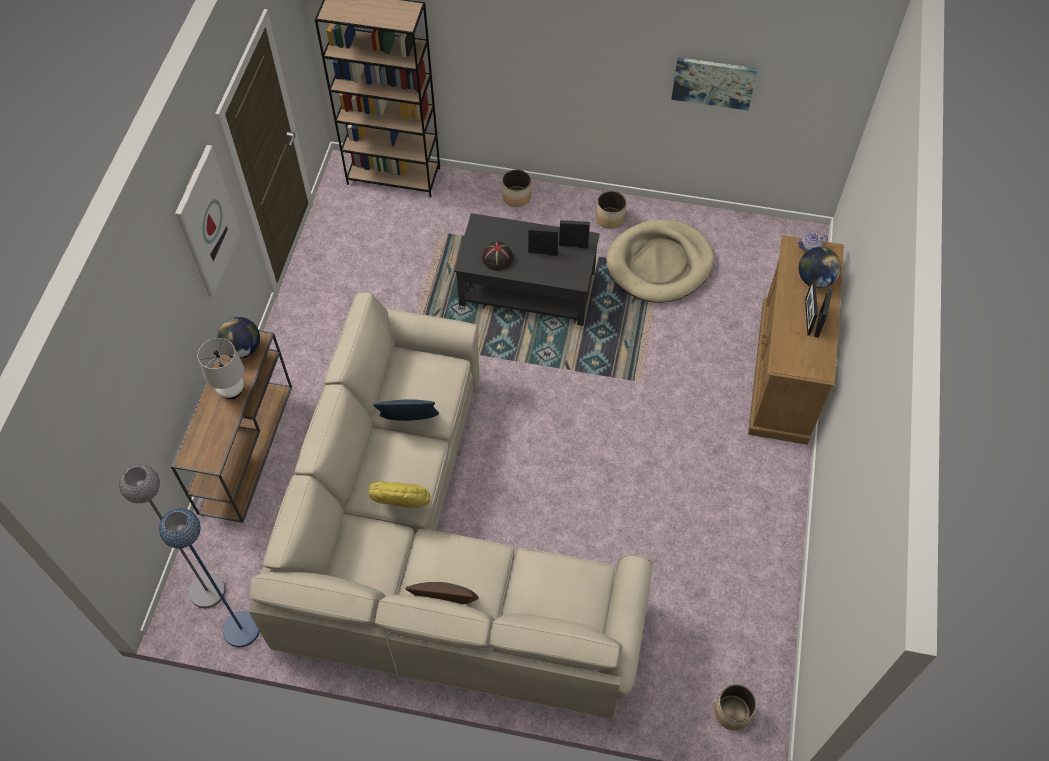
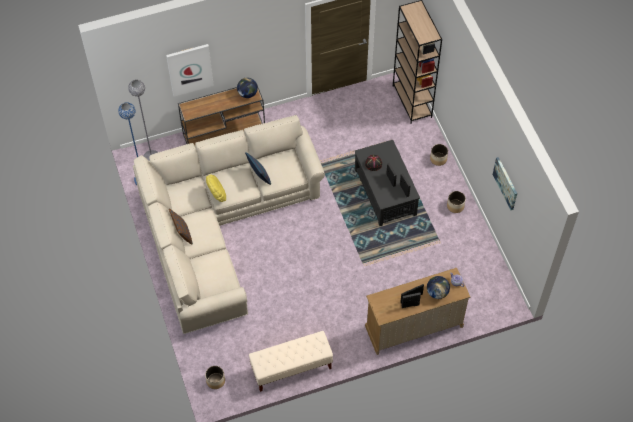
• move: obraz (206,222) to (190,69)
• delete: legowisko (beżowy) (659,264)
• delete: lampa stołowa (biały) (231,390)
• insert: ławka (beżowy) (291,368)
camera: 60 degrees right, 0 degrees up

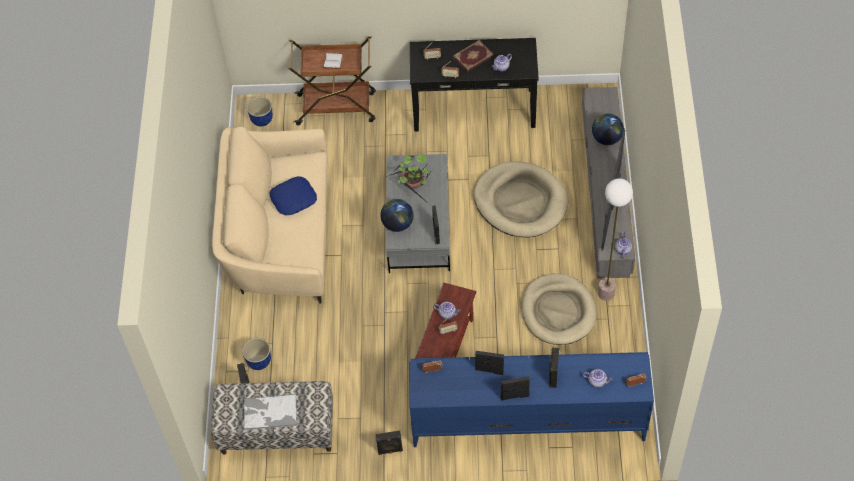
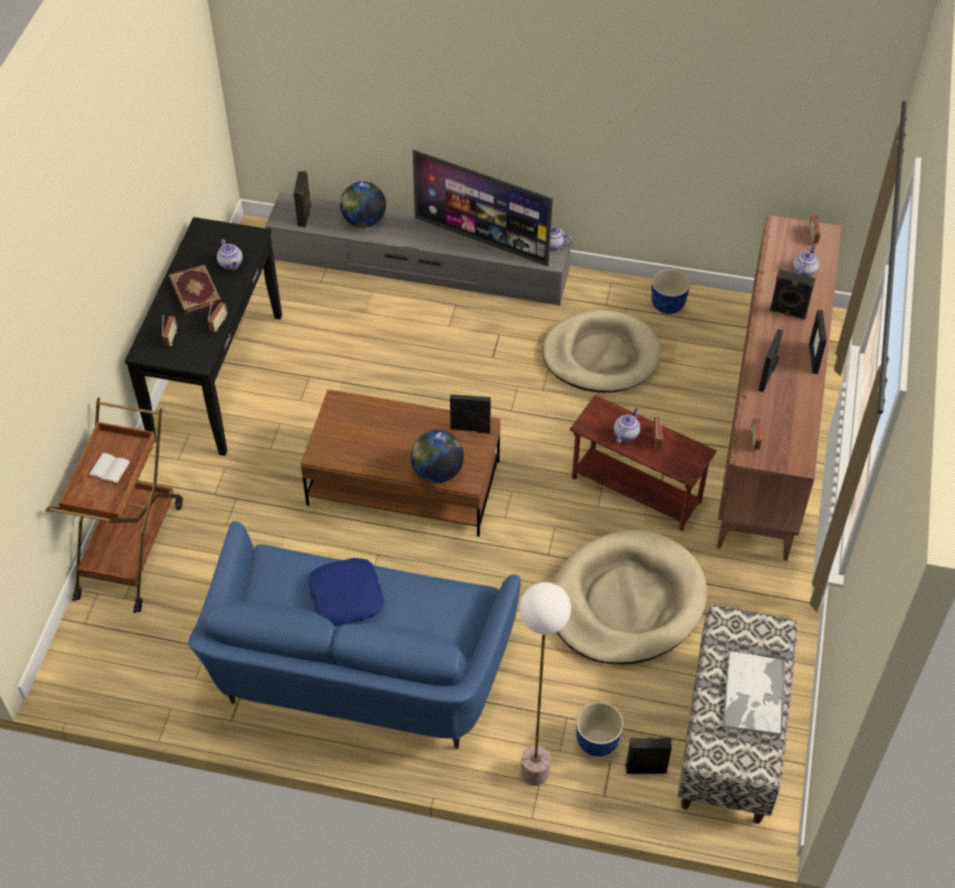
• move: donica (262,120) to (667,305)
• recolor: kanapa (beżowy) (279,236) to kanapa (niebieski) (359,674)
• recolor: ława (szary) (418,225) to ława (brązowy) (403,483)
• delete: roślina doniczkowa (414,185)
• move: legowisko (beżowy) (520,202) to (626,602)
• move: lampa stojąca (605,293) to (534,773)
• recolor: szafka (niebieski) (527,423) to szafka (brązowy) (770,425)
• move: głośnik (czarny) (390,450) to (305,215)
camera: 80 degrees left, 5 degrees down

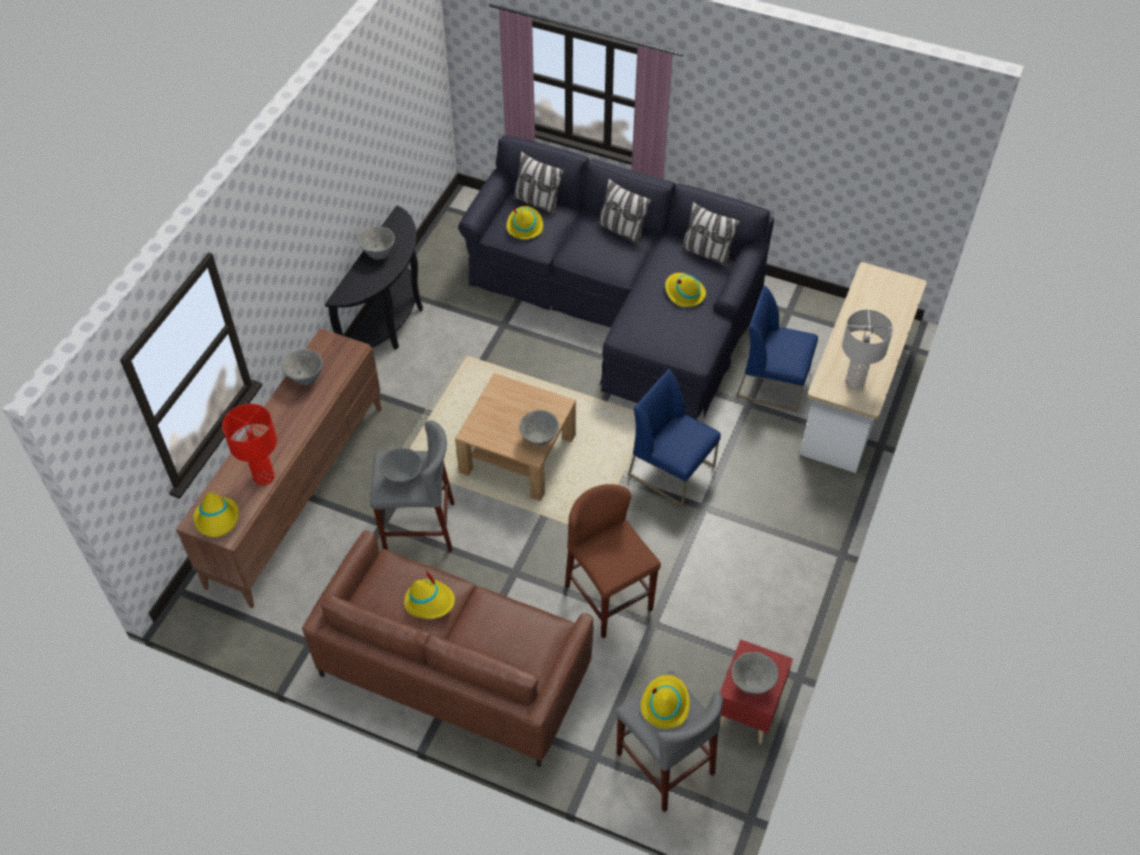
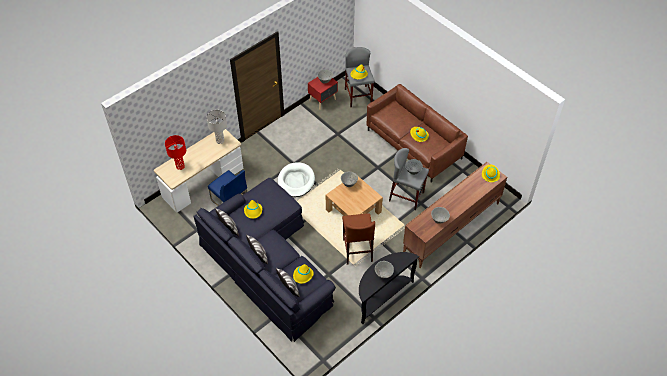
• replace: krzesło (niebieski) (672,470) to legowisko (biały) (296,181)
• move: lampa stołowa (czerwony) (264,477) to (180,166)
• move: stołek (brązowy) (609,598) to (357,250)
camera: 155 degrees left, 0 degrees up

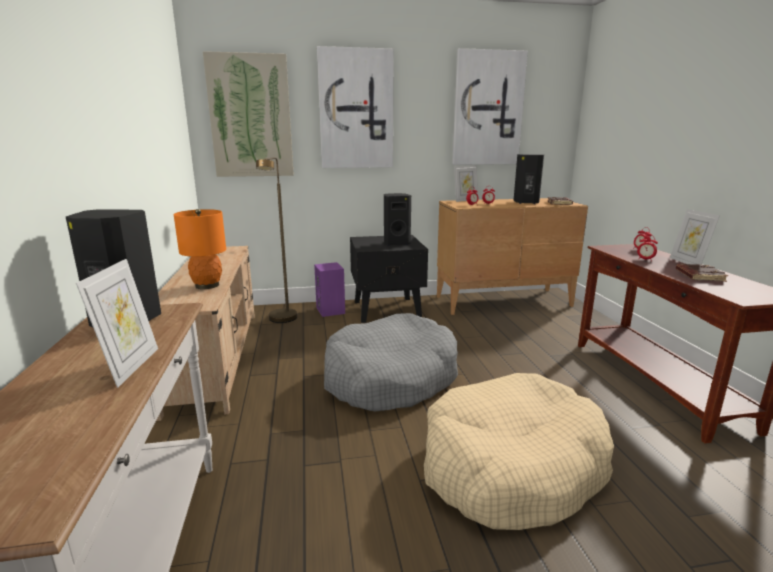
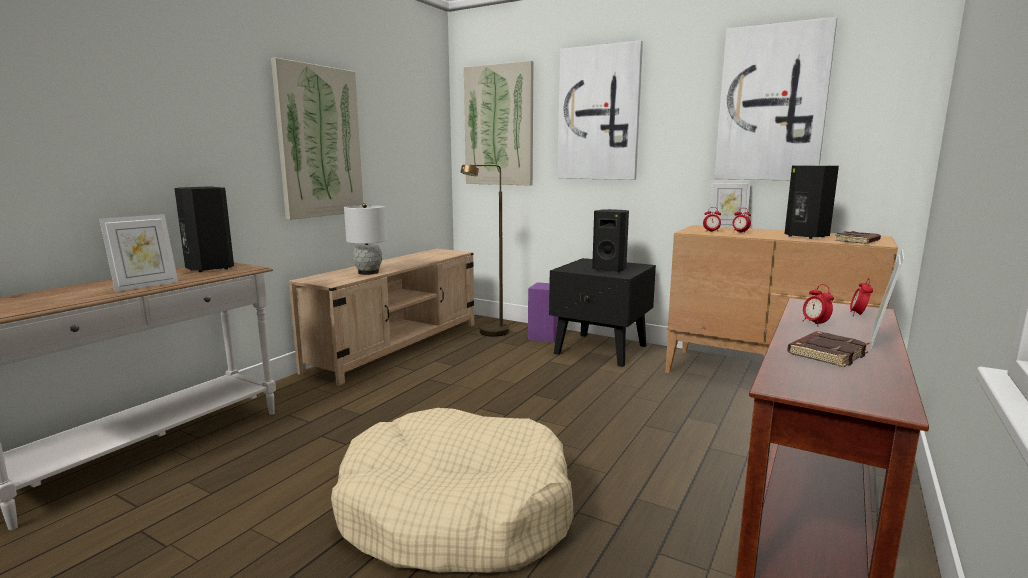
• recolor: lampa stołowa (pomarańczowy) (207,285) to lampa stołowa (biały) (368,272)
• delete: legowisko (szary) (390,378)
• insert: obraz (319,142)
camera: 40 degrees right, 5 degrees down

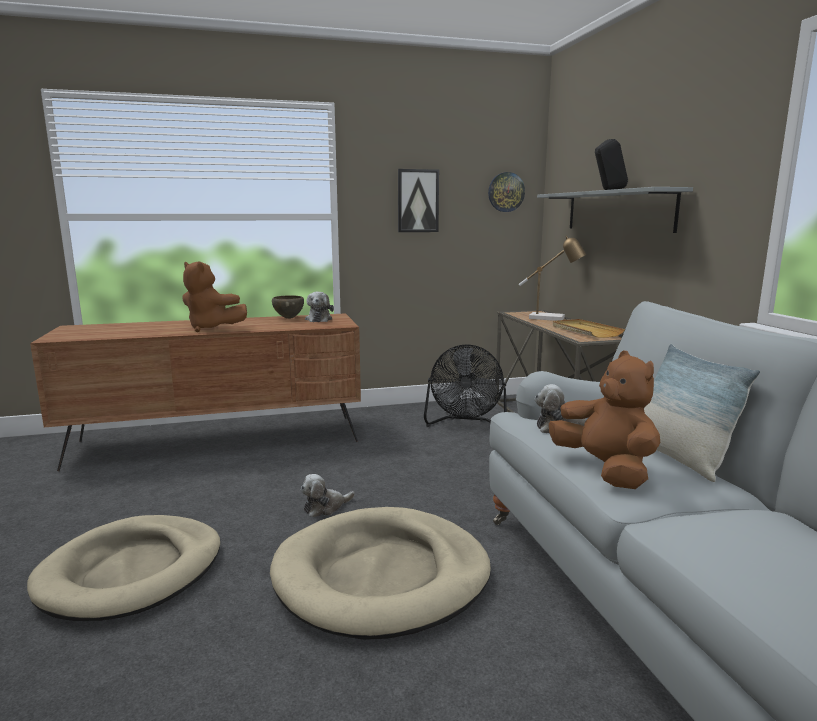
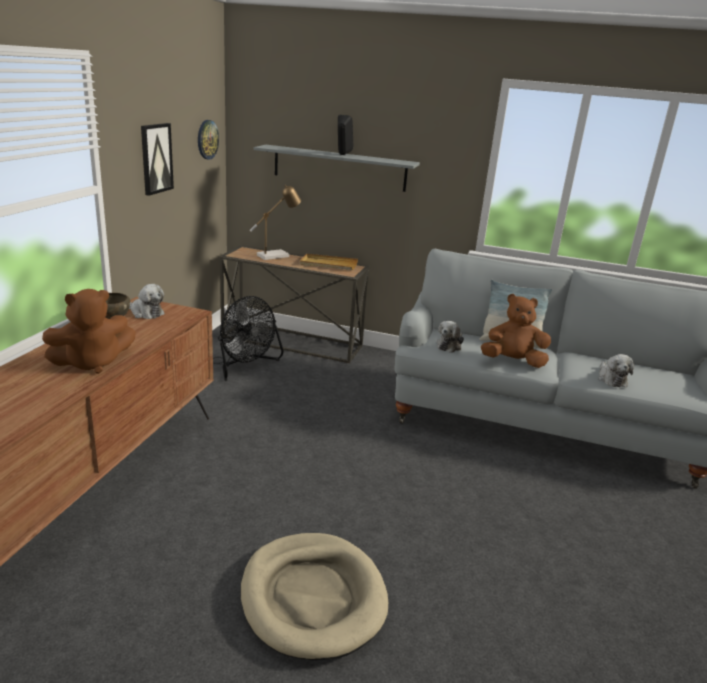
• move: pluszak (325,507) to (611,379)
• delete: legowisko (beżowy) (382,576)
camera: 60 degrees left, 10 degrees up

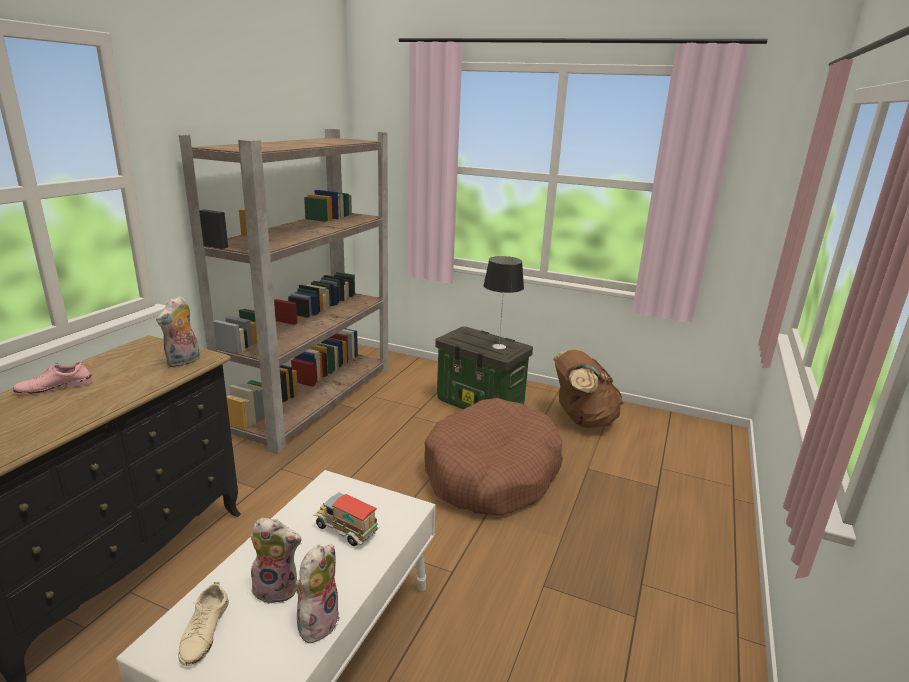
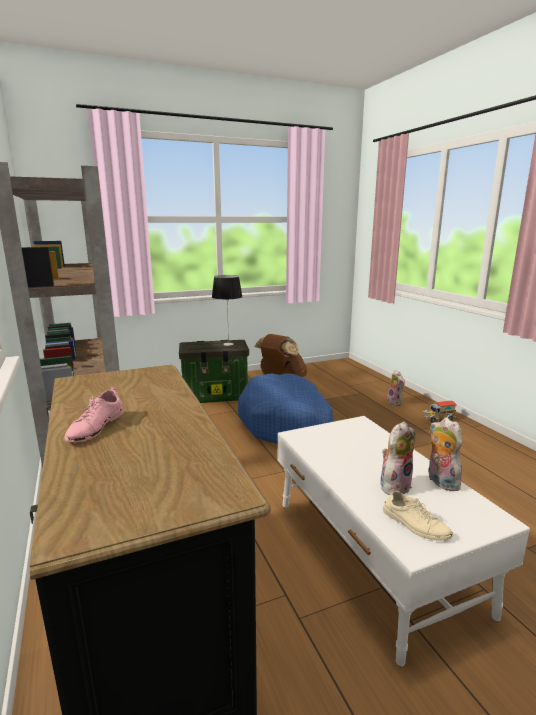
• move: pluszak (184,362) to (395,403)
• recolor: legowisko (brązowy) (492,473) to legowisko (niebieski) (286,422)
• move: ciężarówka zabawkowa (346,531) to (438,419)
camera: 45 degrees left, 5 degrees down

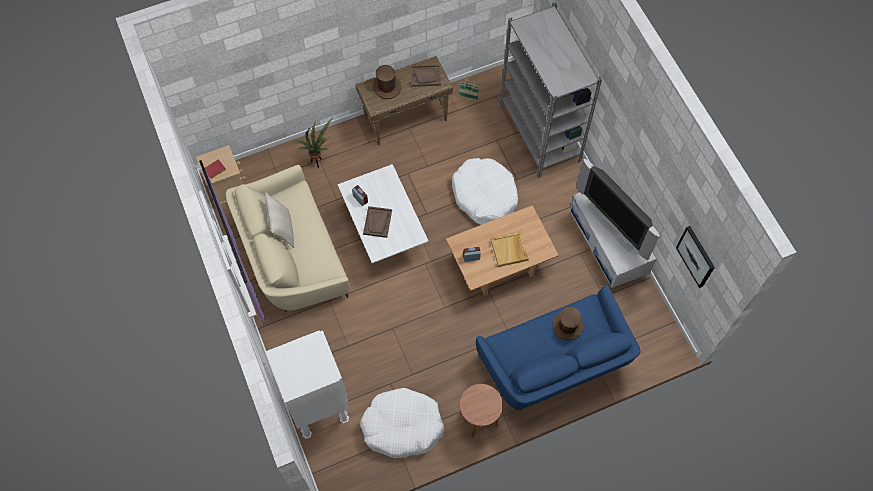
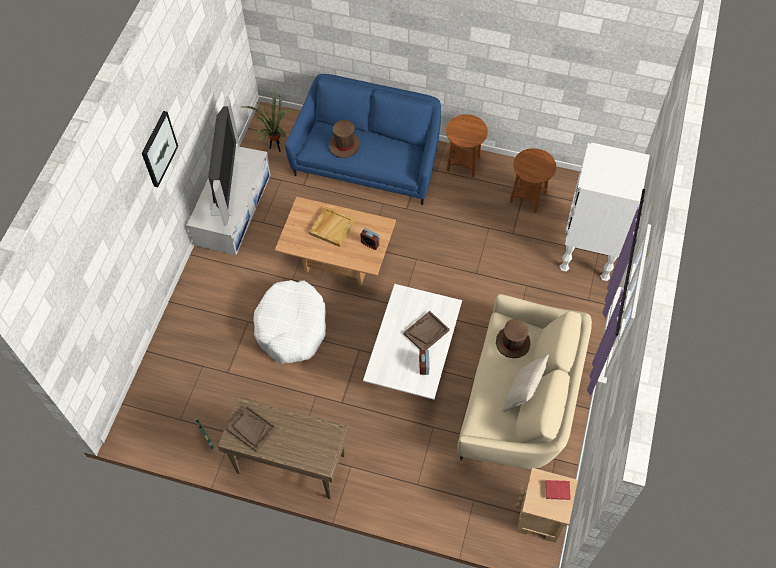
• delete: regał (szary) (539,133)
• move: kapelusz (brązowy) (387,87) to (512,343)
• move: roślina doniczkowa (317,162) to (275,147)
• move: obraz (696,256) to (158,149)
• replace: legowisko (biały) (402,426) to stolik (brązowy) (528,198)
camera: 140 degrees left, 5 degrees down

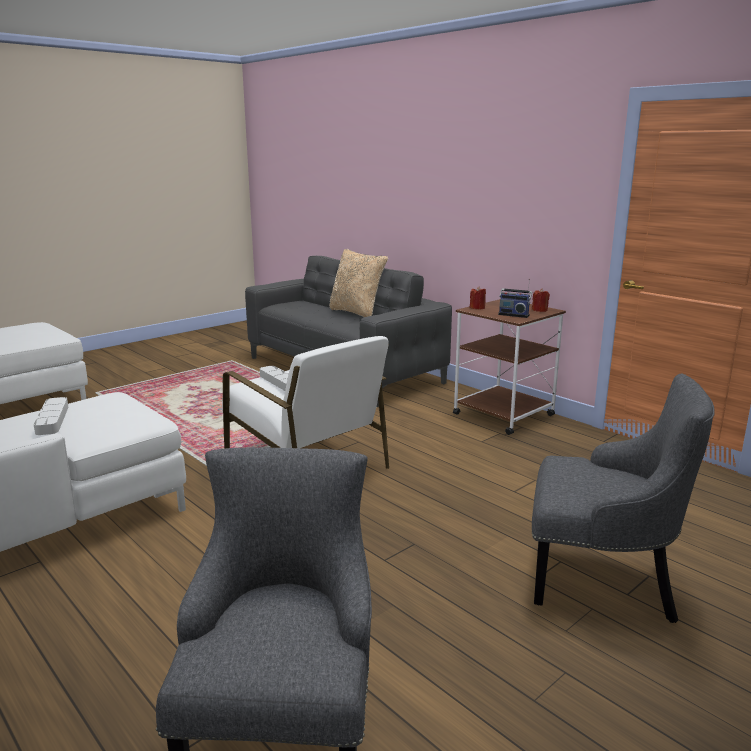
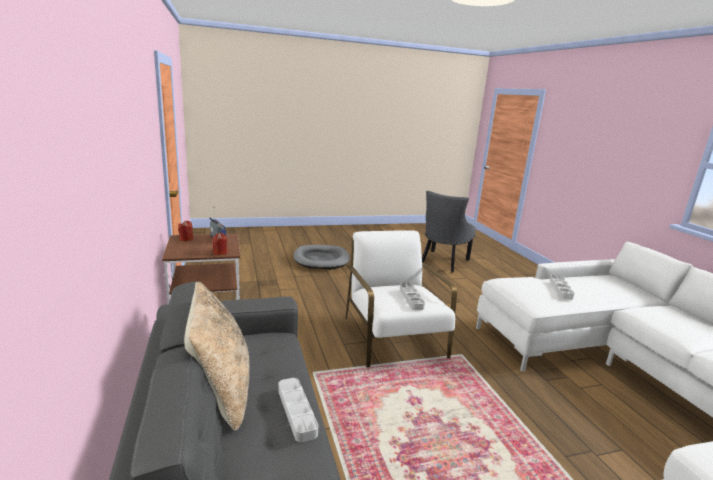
• replace: fotel (szary) (599,581) to legowisko (szary) (321,259)
• insert: taca (szary) (297,411)
camera: 155 degrees left, 0 degrees up

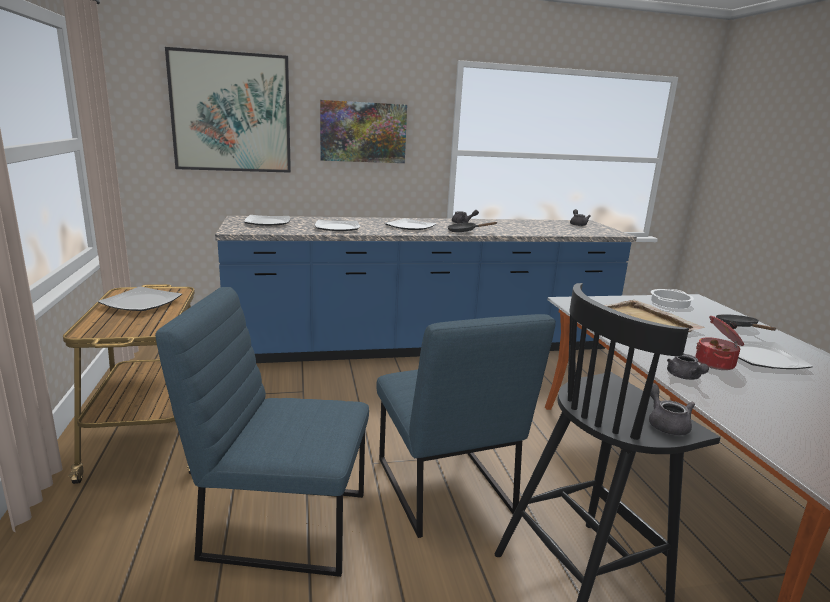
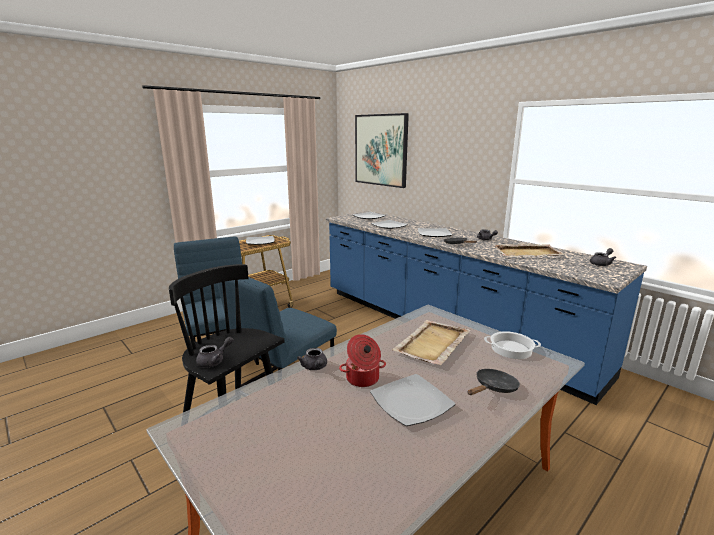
• delete: obraz (363,132)
• rotate: imbryk (szary) (684,377) = (315,367) 75 degrees counterclockwise
• insert: taca (beżowy) (528,253)
camera: 60 degrees right, 0 degrees up

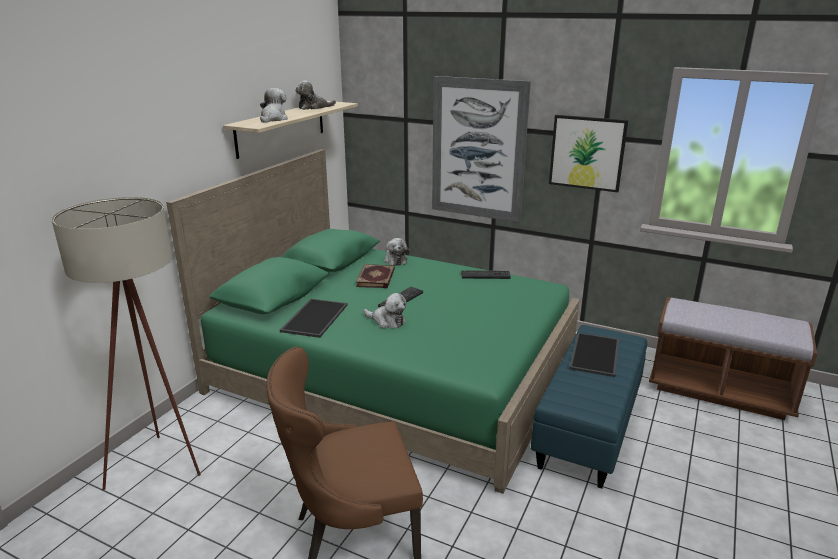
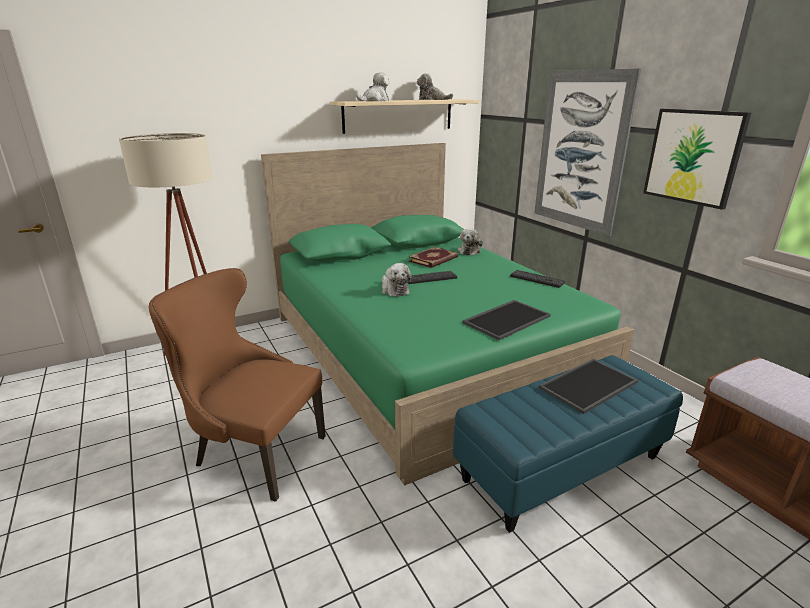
• move: taca (314,317) to (506,319)
camera: 35 degrees right, 0 degrees up

